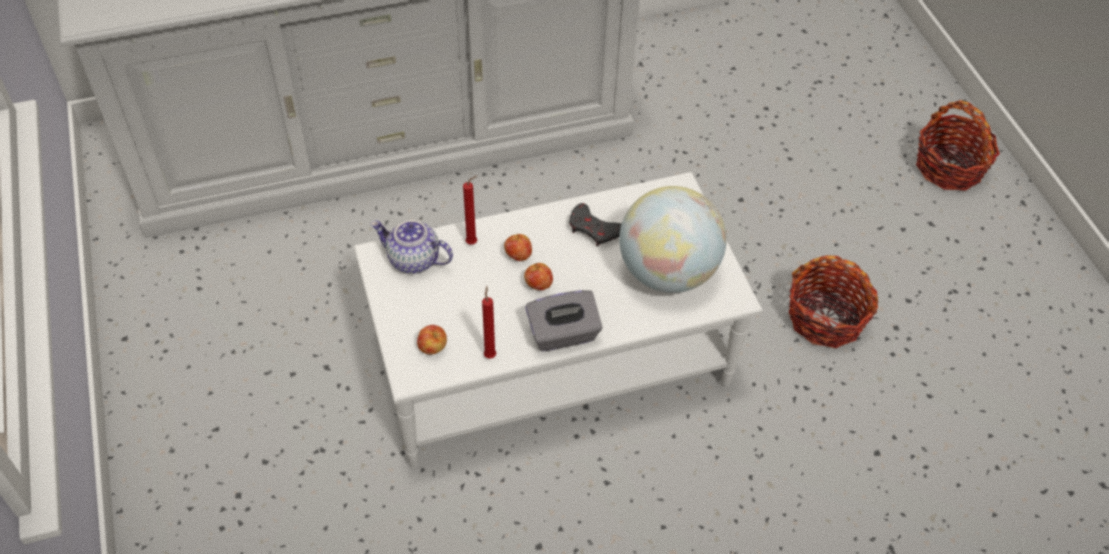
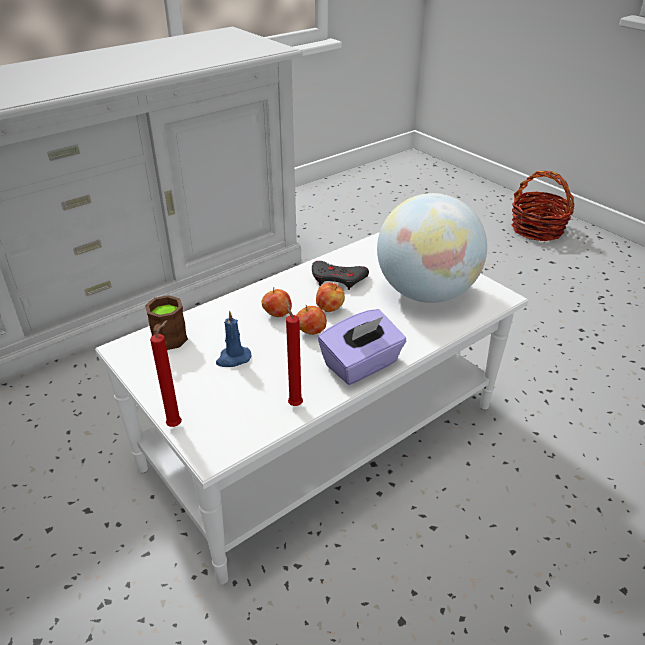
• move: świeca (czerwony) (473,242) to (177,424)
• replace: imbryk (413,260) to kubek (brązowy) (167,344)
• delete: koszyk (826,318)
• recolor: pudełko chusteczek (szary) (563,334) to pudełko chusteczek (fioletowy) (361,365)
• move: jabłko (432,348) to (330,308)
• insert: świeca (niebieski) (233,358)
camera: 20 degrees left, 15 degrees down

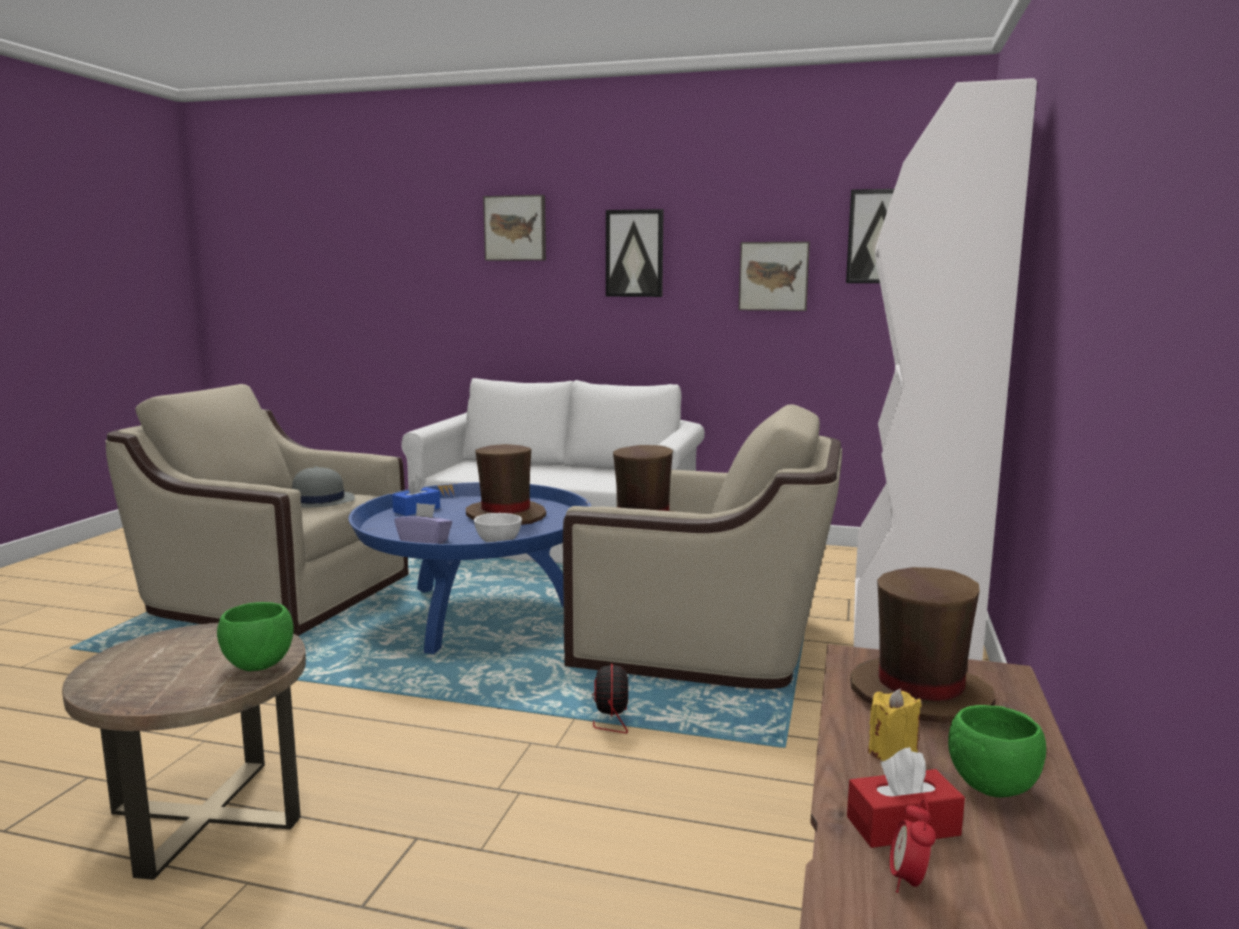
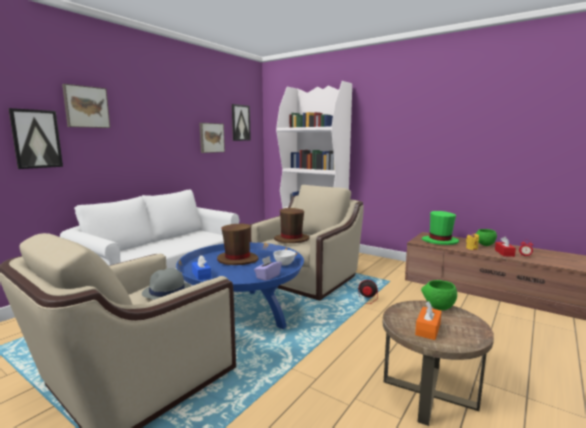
• move: obraz (634,253) to (36,139)
• recolor: kapelusz (brązowy) (920,694) to kapelusz (zielony) (439,241)
• insert: pudełko chusteczek (pomarańczowy) (428,329)
camera: 70 degrees left, 0 degrees up

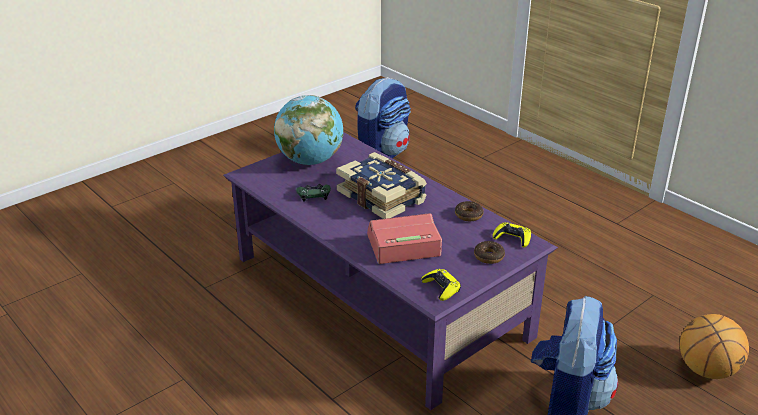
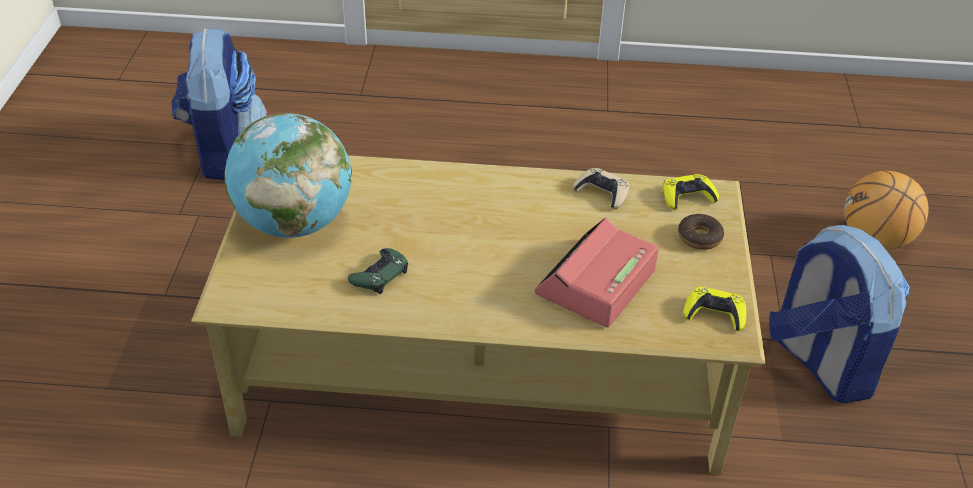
• recolor: ława (fioletowy) (376,296) to ława (beżowy) (480,368)
• delete: książka (382,197)
• replace: donut (468,215) to pad do gier (beżowy) (602,193)
camera: 45 degrees left, 10 degrees up

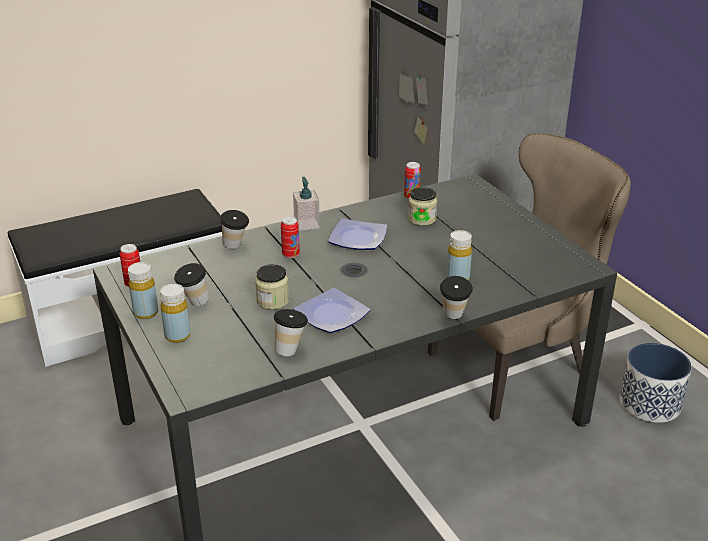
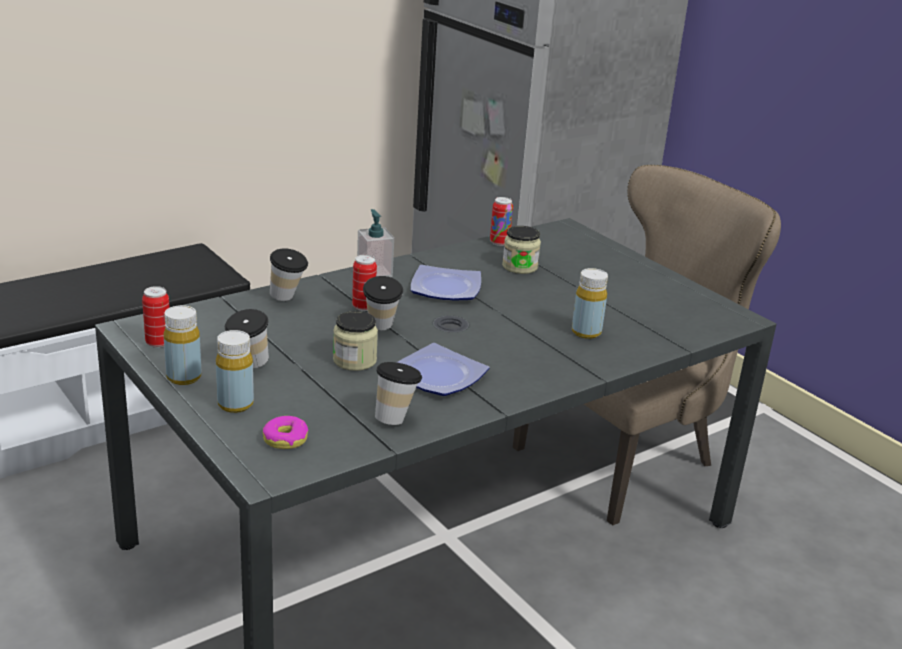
• move: filiżanka (453,317) to (381,329)
• delete: donica (650,404)
• insert: donut (285,439)
camera: 10 degrees left, 5 degrees down

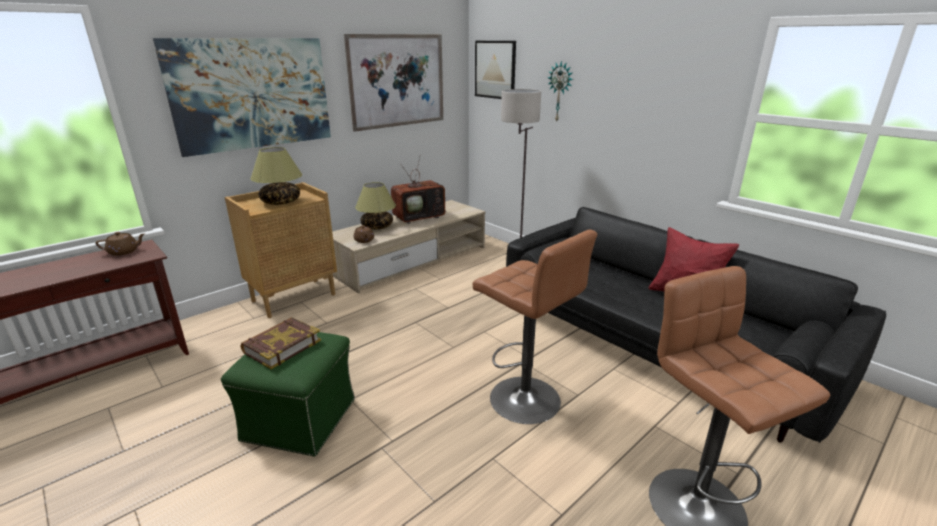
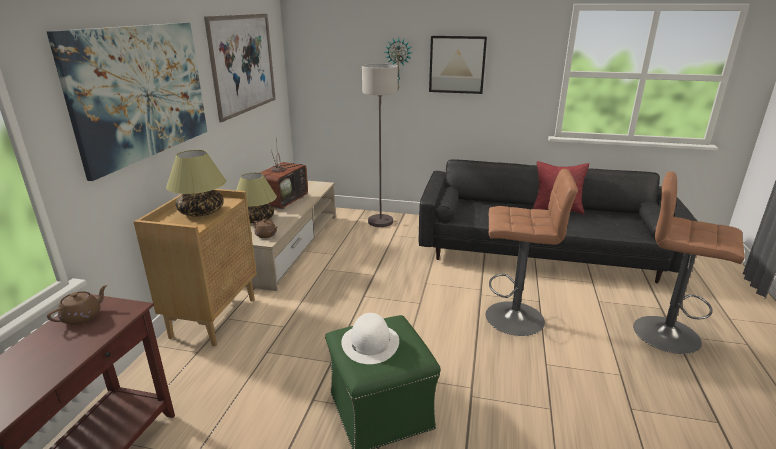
• move: obraz (495,69) to (457,64)
• replace: książka (282,346) to kapelusz (biały) (370,343)
camera: 35 degrees left, 0 degrees up

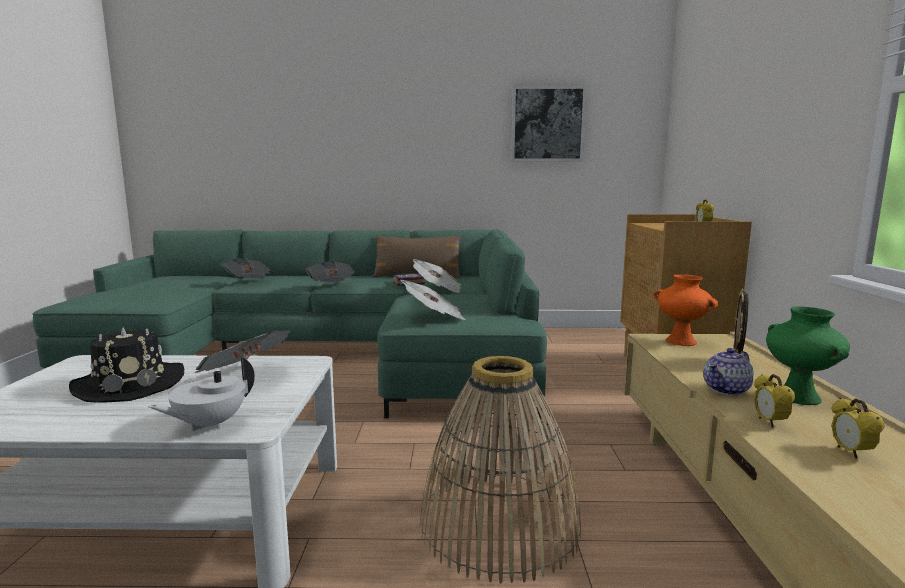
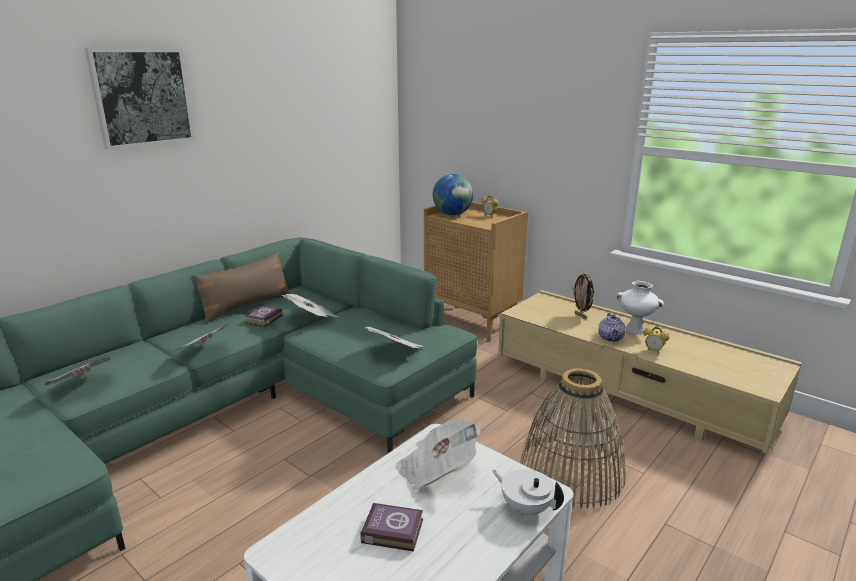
• move: obraz (547,124) to (142,97)
• delete: wazon (pomarańczowy) (682,342)
• recolor: wazon (zielony) (799,397) to wazon (biały) (636,329)
• replace: kapelusz (czarny) (130,384) to książka (391,530)
• rotate: imbryk (biały) (209,424) = (526,508) 135 degrees clockwise
• delete: budzik (851,452)
• insert: globus (452,214)
camera: 50 degrees left, 10 degrees up

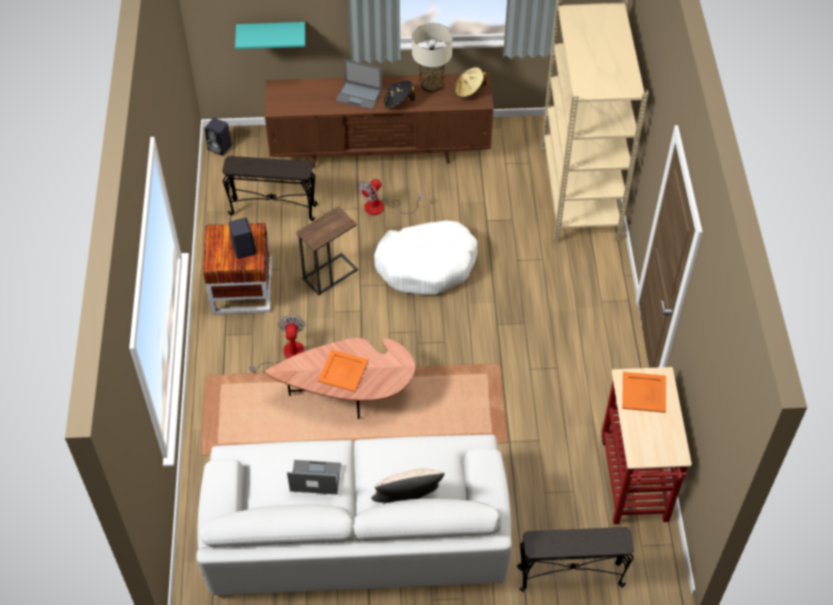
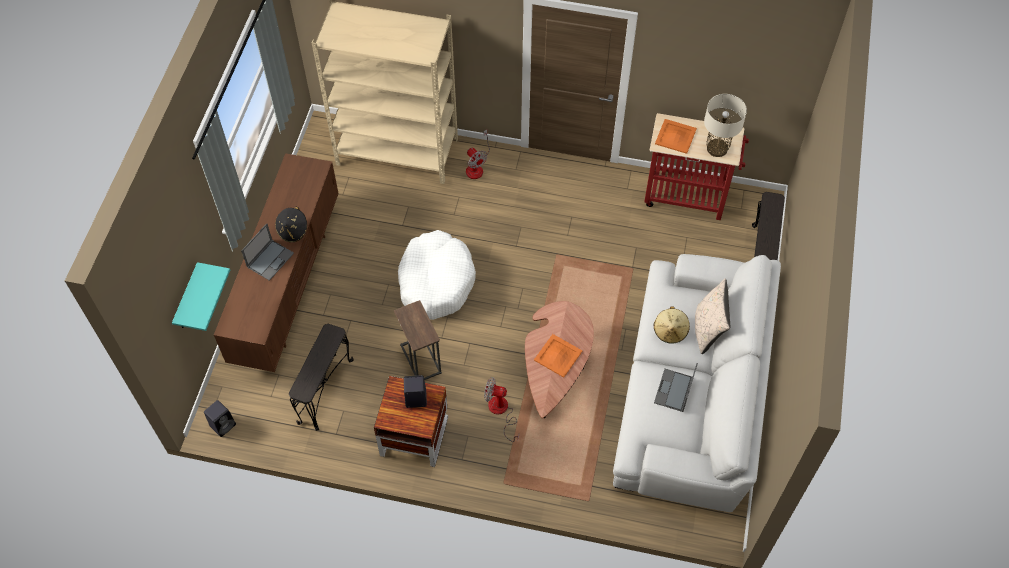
• move: lampa stołowa (431,85) to (717,149)
• move: kapelusz (beżowy) (469,90) to (670,331)
• move: wentylator (382,208) to (476,166)
camera: 75 degrees left, 5 degrees up

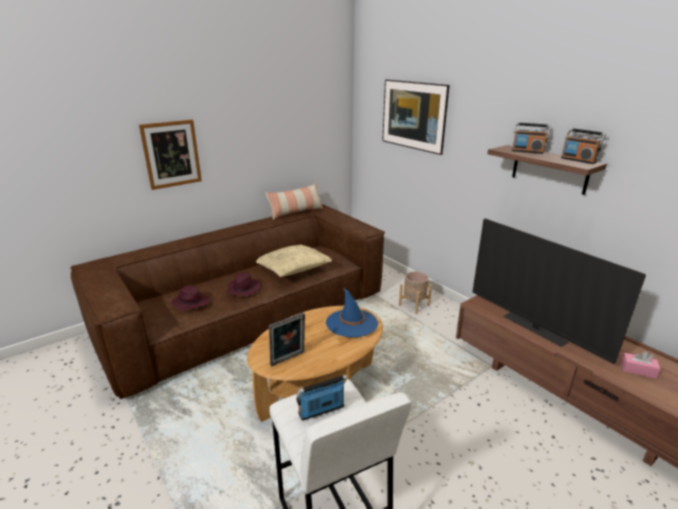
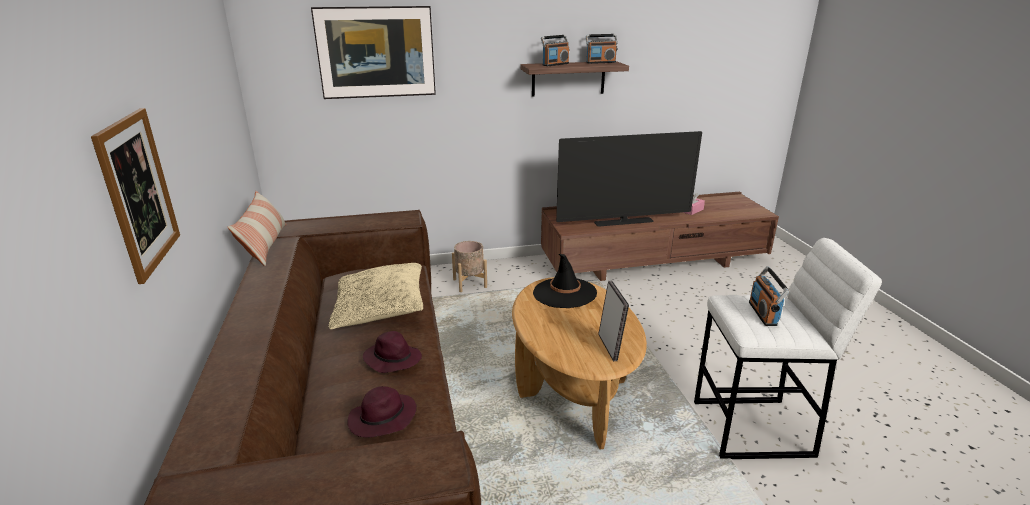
• recolor: kapelusz (niebieski) (351,323) to kapelusz (czarny) (564,293)
camera: 65 degrees left, 0 degrees up

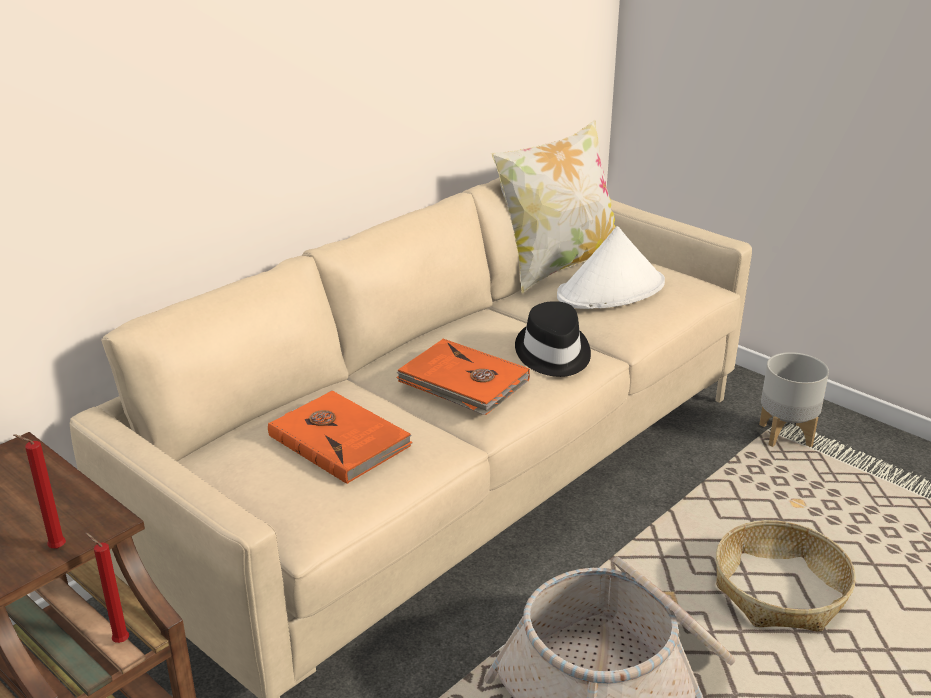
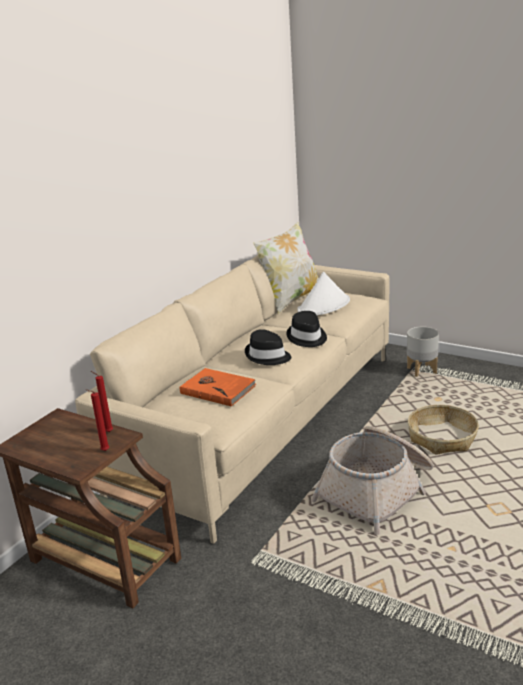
• replace: książka (pomarańczowy) (463,382) to kapelusz (czarny) (267,356)
• move: świeca (czerwony) (119,641) to (107,432)
camera: 10 degrees left, 5 degrees down

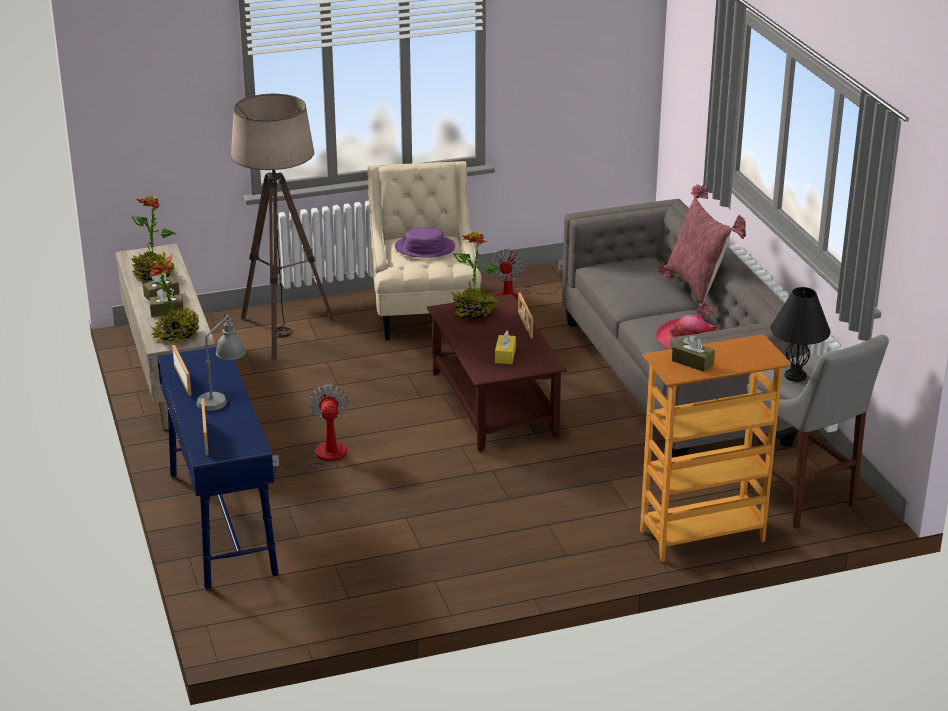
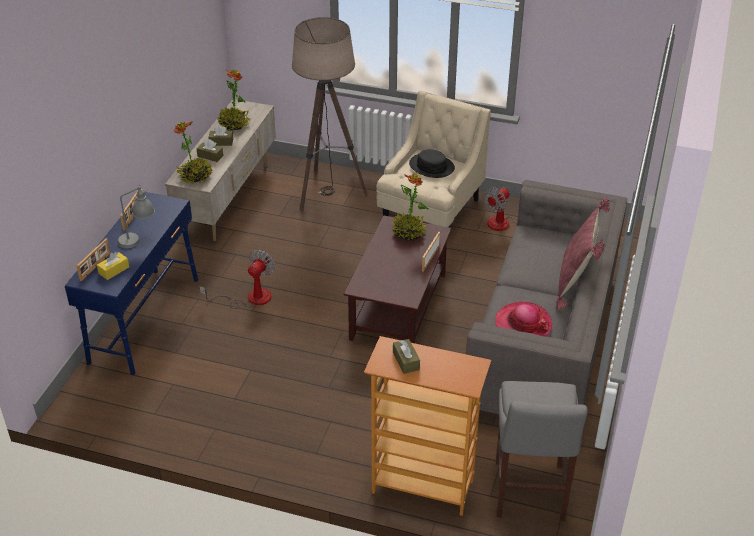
• recolor: kapelusz (fioletowy) (425,248) to kapelusz (czarny) (431,166)
• delete: lampa stołowa (czarny) (795,376)
• move: pudełko chusteczek (żółty) (505,355) to (114,270)
camera: 35 degrees right, 10 degrees up

